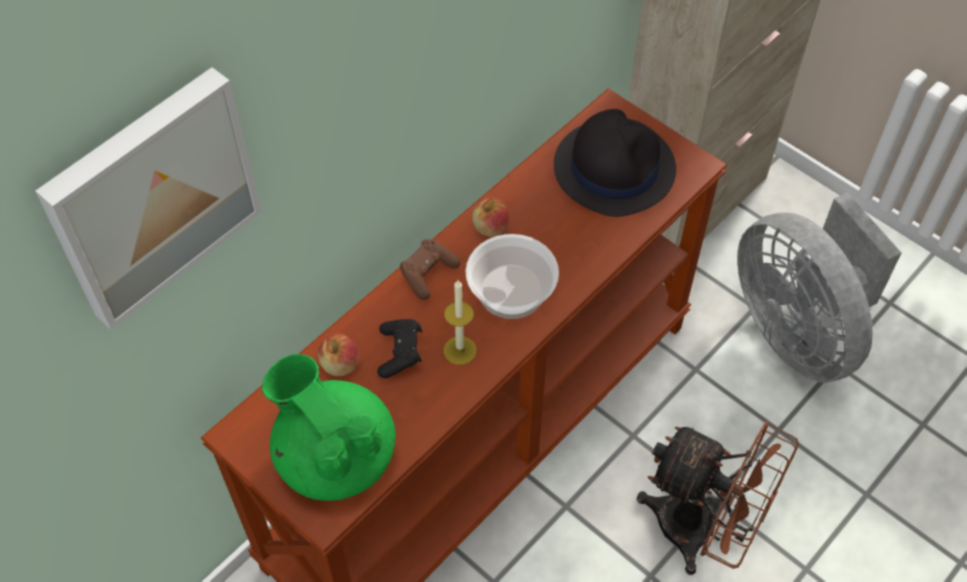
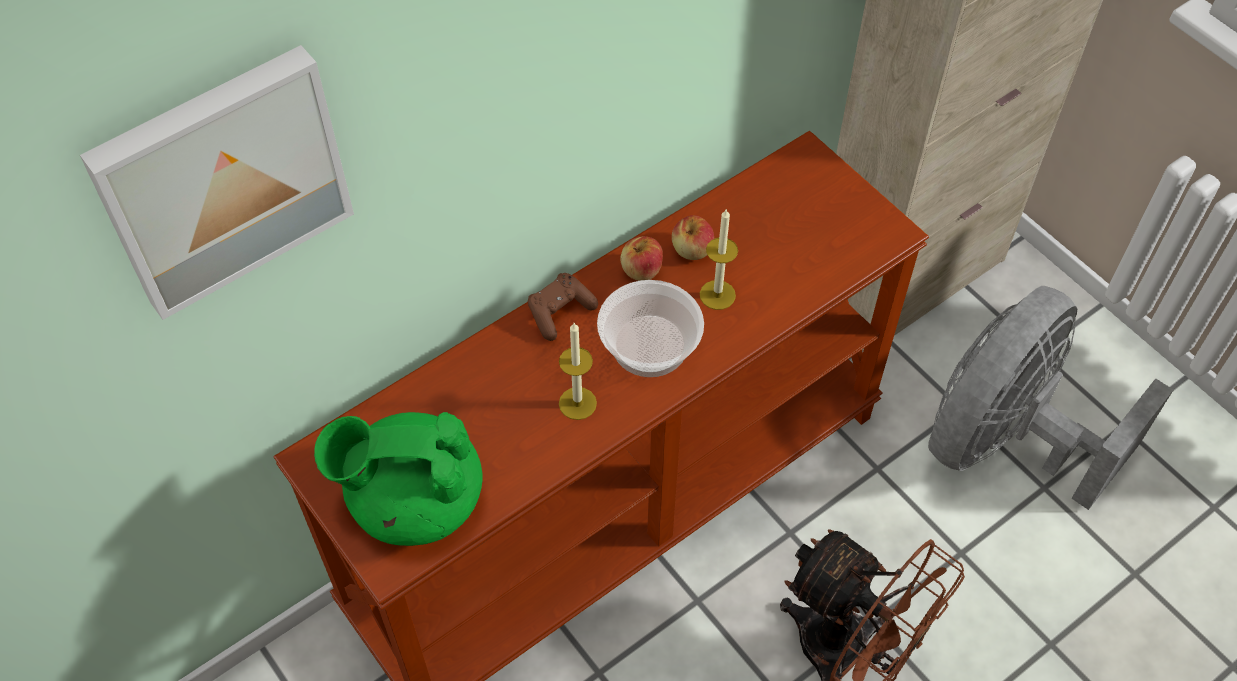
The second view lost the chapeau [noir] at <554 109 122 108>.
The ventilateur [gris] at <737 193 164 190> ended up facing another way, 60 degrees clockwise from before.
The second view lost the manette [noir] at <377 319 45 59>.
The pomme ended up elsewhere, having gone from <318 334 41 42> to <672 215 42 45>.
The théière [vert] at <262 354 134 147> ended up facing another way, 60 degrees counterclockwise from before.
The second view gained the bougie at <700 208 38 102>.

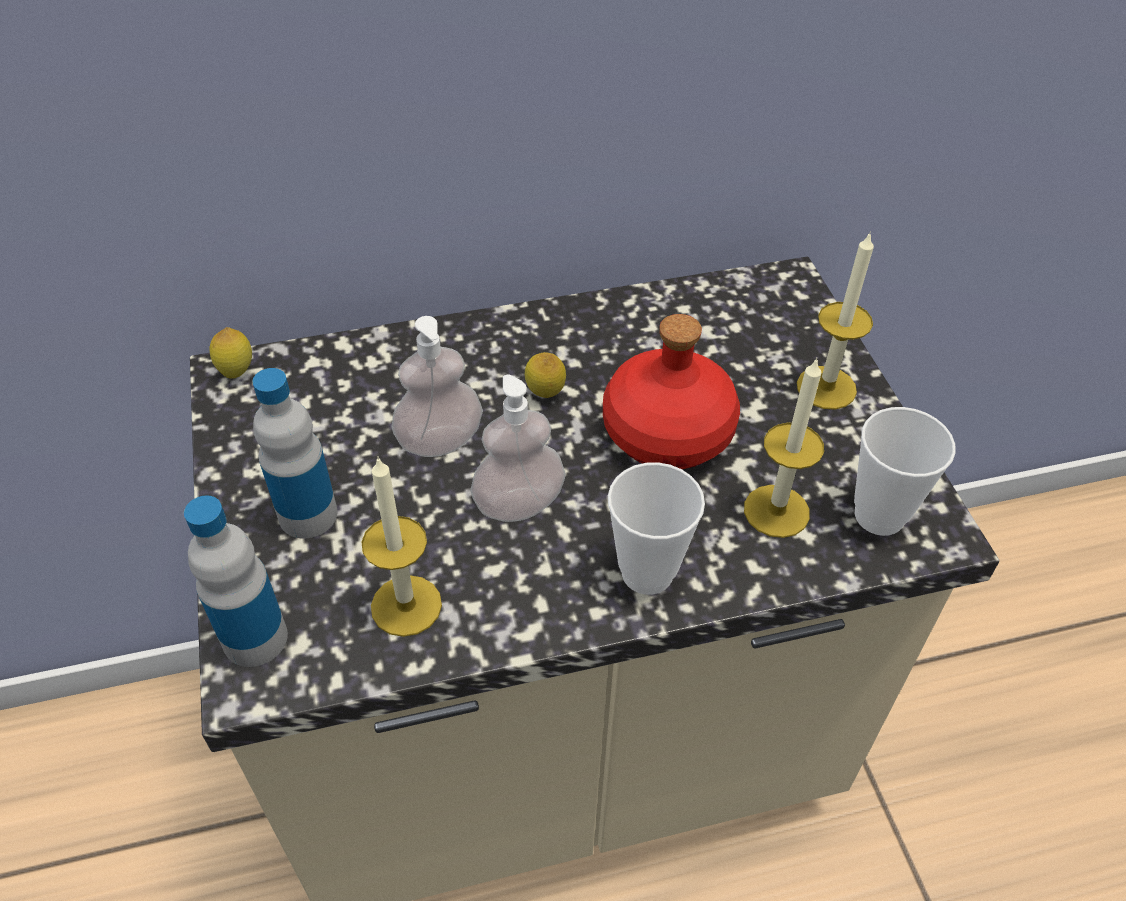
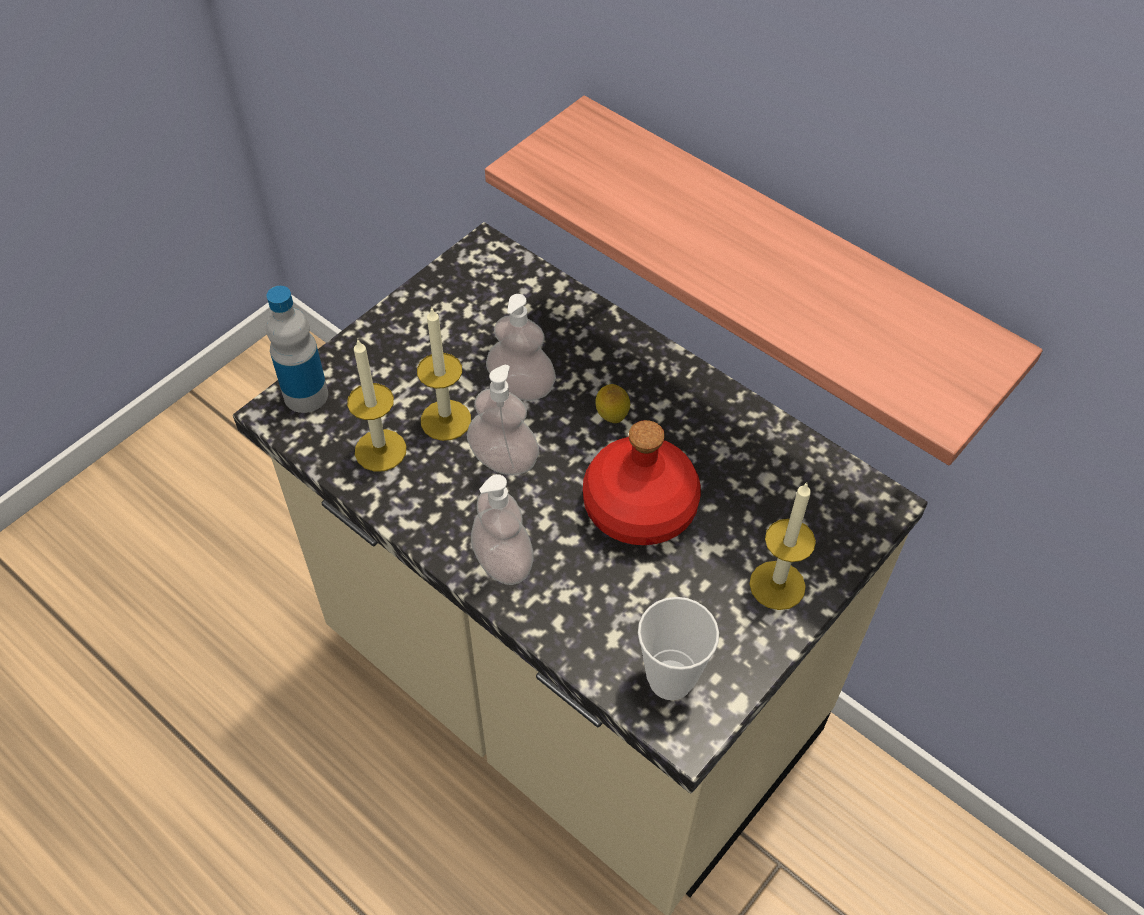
The second view lost the citron at <210 327 42 52>.
The bougie ended up elsewhere, having gone from <744 357 80 181> to <417 307 54 134>.
The second view lost the bouteille at <252 368 86 171>.
Where the tasse stood at <608 462 97 133>, the distributeur de savon came to stand at <471 474 63 111>.
The second view gained the étagère at <485 96 558 369>.

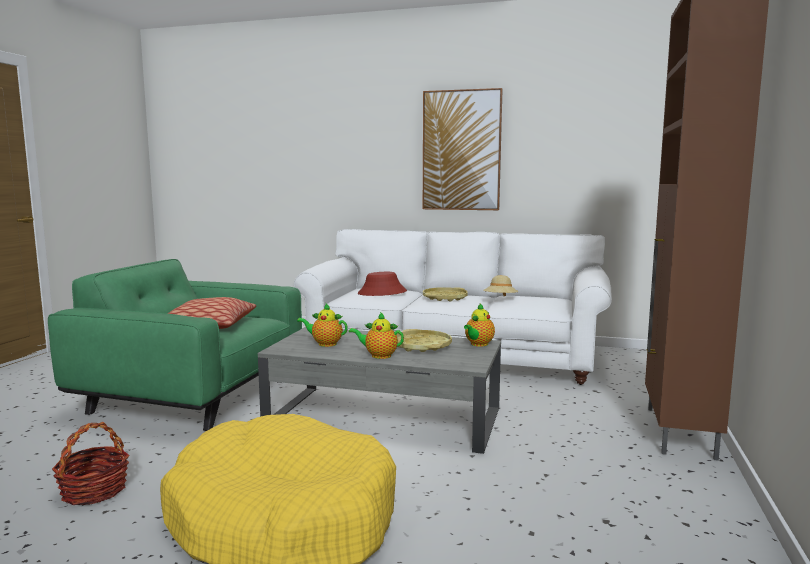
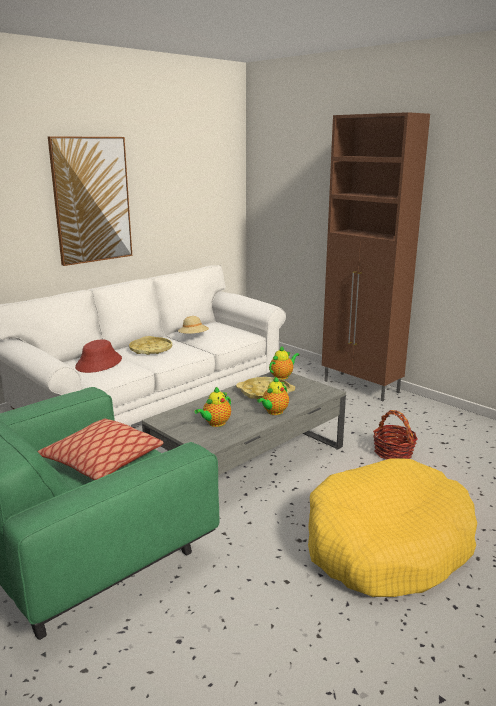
The théière at <464 303 31 44> ended up facing another way, 105 degrees counterclockwise from before.
The panier ended up elsewhere, having gone from <52 422 77 83> to <373 410 45 50>.

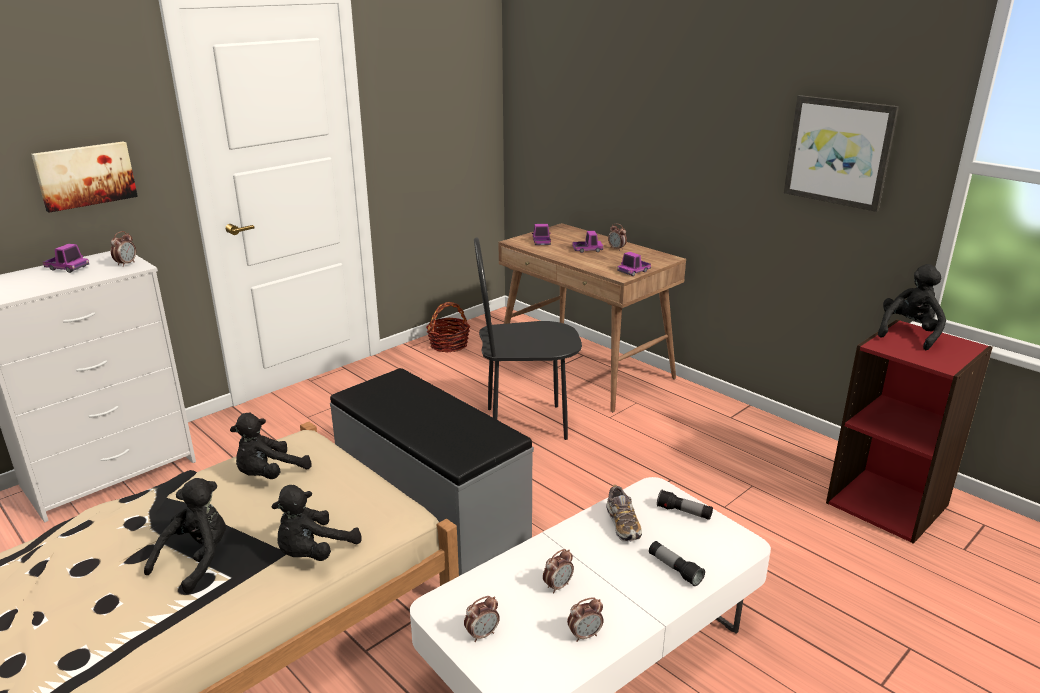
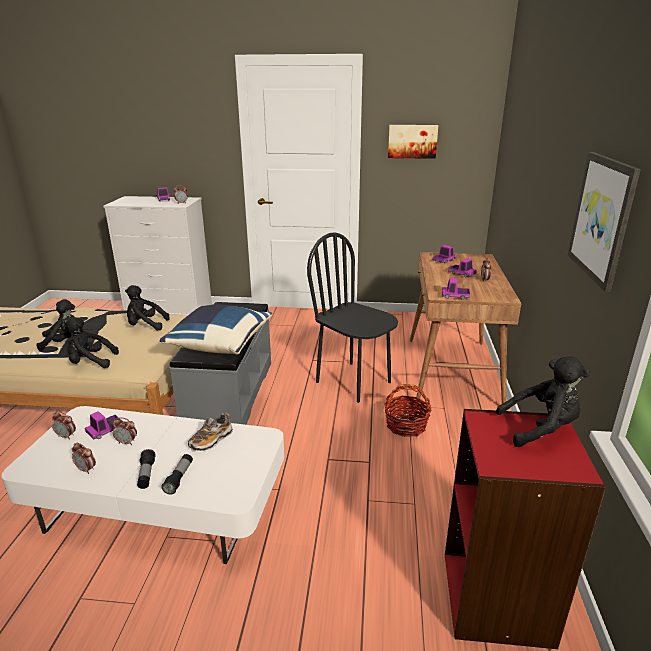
The tableau ended up elsewhere, having gone from <31 141 107 72> to <388 125 50 34>.
The panier ended up elsewhere, having gone from <426 302 44 50> to <384 384 48 53>.
The lampe de poche ended up elsewhere, having gone from <657 490 56 30> to <137 449 19 40>.
The second view gained the coussin [bleu] at <159 305 113 50>.
The second view gained the camion jouet at <85 411 38 29>.

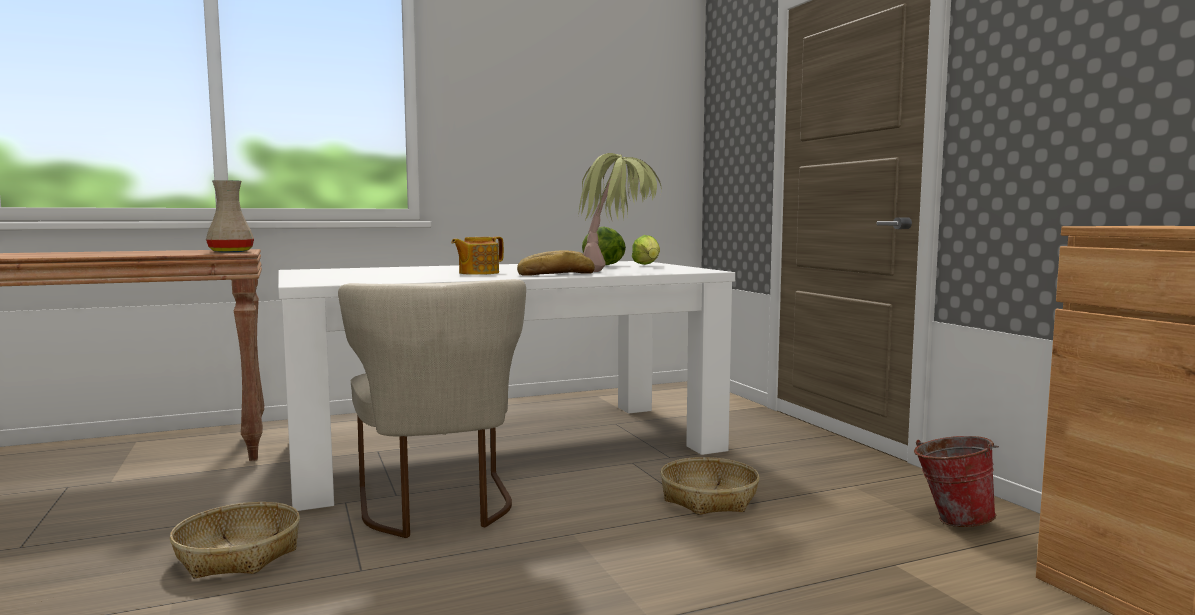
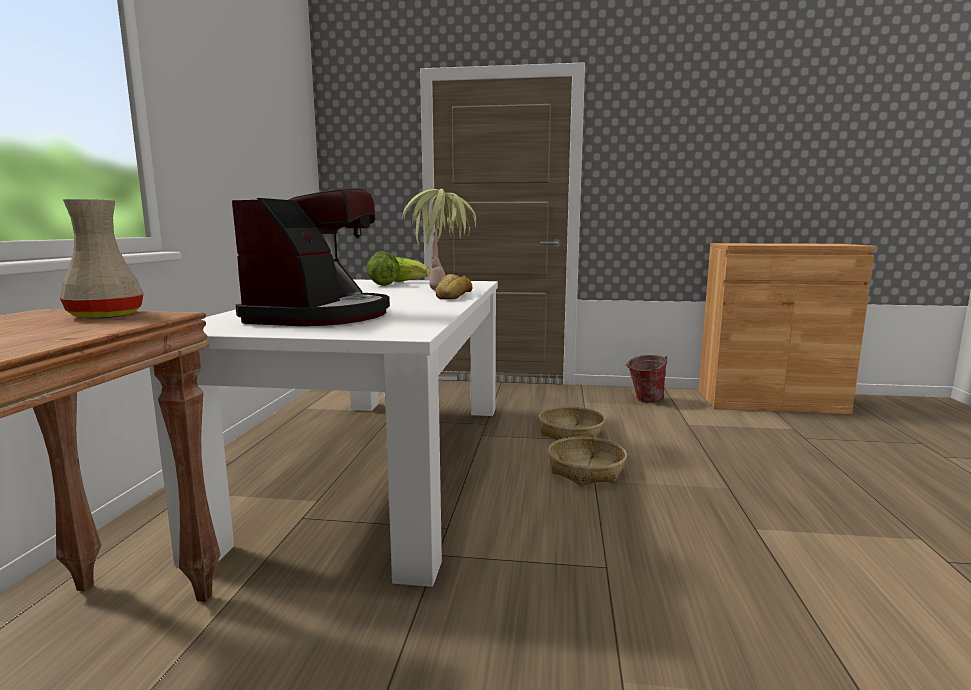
The second view lost the théière at <451 236 53 39>.
The second view lost the chaise [beige] at <338 279 188 259>.
The panier ended up elsewhere, having gone from <170 502 130 76> to <548 437 79 49>.
The second view gained the machine à café at <232 189 158 137>.

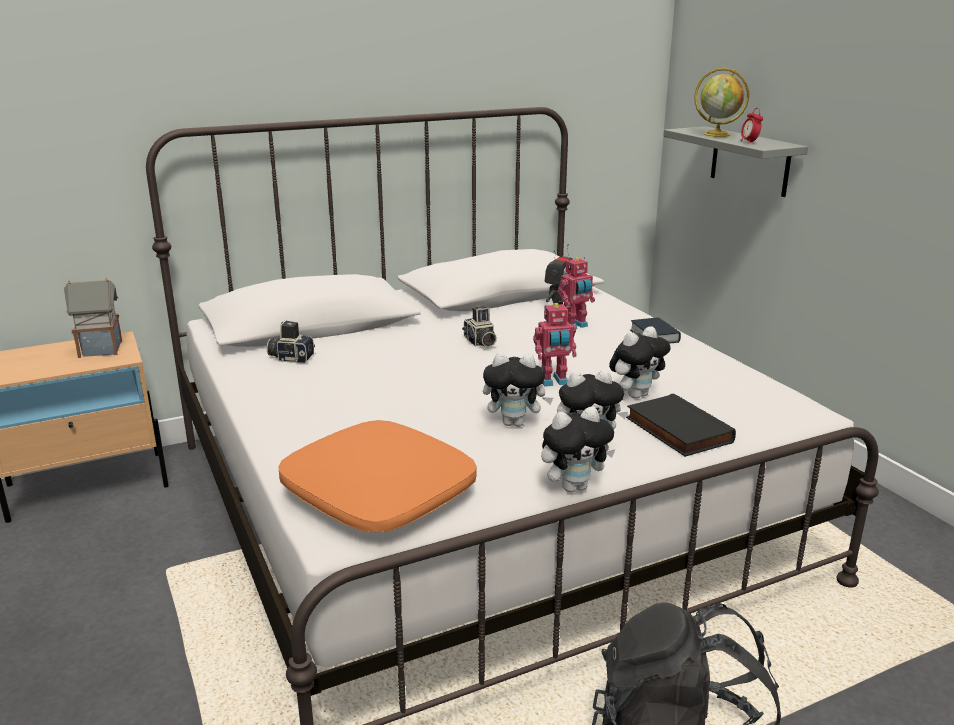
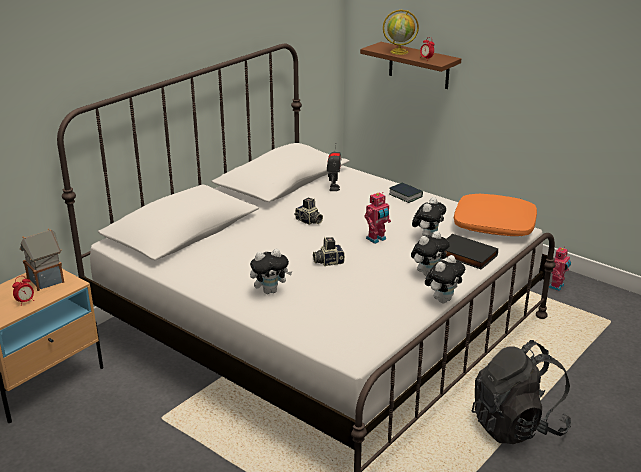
What was the étagère [gris] at <663 126 145 71> turned into the étagère [marron] at <360 42 101 47>.
The robot jouet ended up elsewhere, having gone from <558 257 37 72> to <549 247 22 44>.
The appareil photo ended up elsewhere, having gone from <267 320 48 43> to <313 237 32 29>.
The peluche ended up elsewhere, having gone from <483 353 70 74> to <250 249 42 45>.
The coussin [orange] ended up elsewhere, having gone from <278 420 199 112> to <454 194 83 42>.
The second view gained the réveil at <12 276 22 30>.

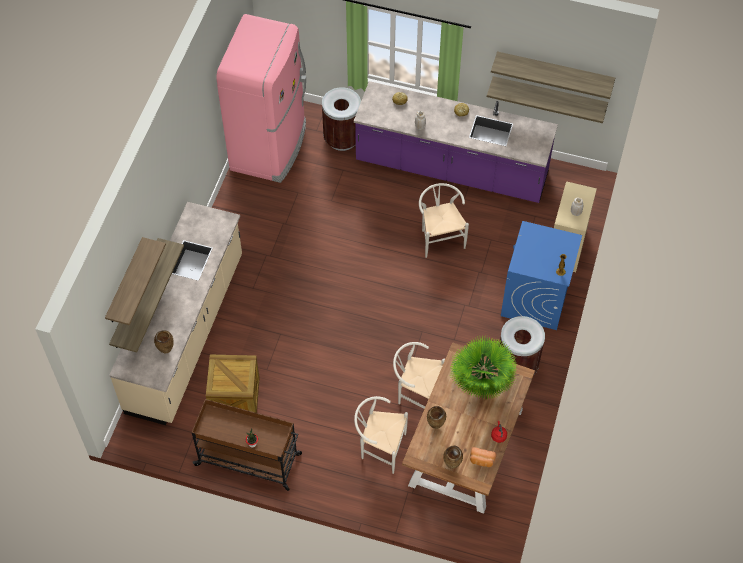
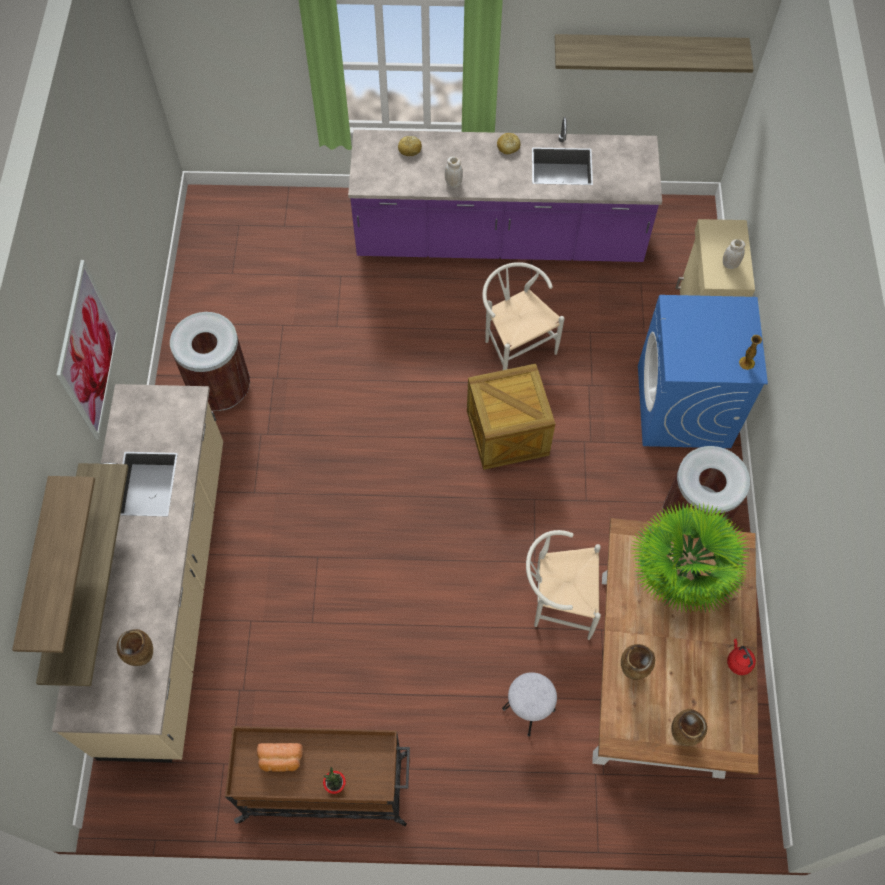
The second view lost the réfrigérateur [rose] at <216 14 90 169>.
The second view lost the étagère at <487 76 121 47>.
The poubelle [marron] ended up elsewhere, having gone from <322 87 39 64> to <170 312 80 99>.
The caisse ended up elsewhere, having gone from <206 355 54 58> to <467 364 88 106>.
Where the chaise [blanc] stood at <354 396 54 78>, the tabouret [gris] came to stand at <502 672 55 64>.
The pain ended up elsewhere, having gone from <470 447 27 20> to <257 743 46 29>.
The second view gained the tableau at <56 260 63 179>.

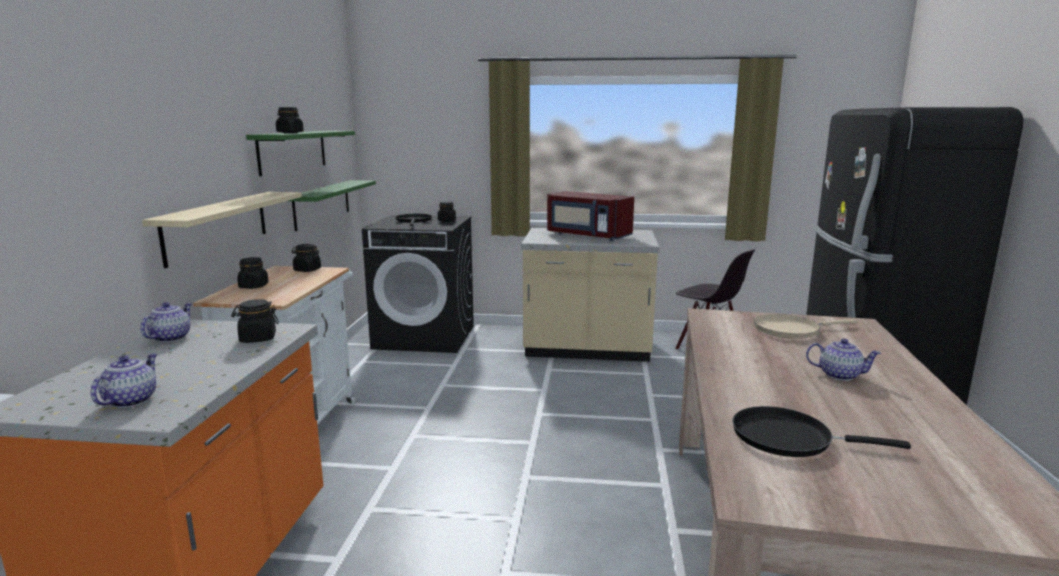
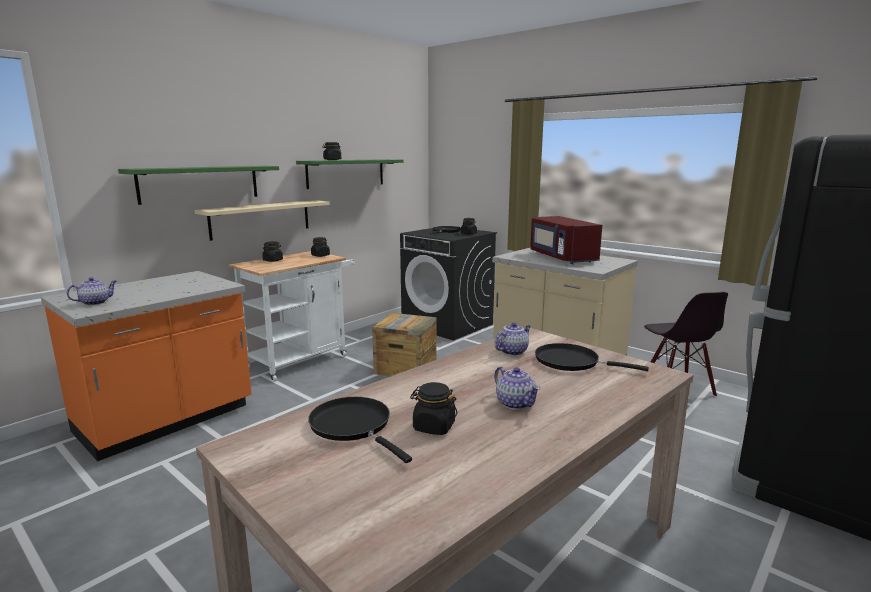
The étagère [vert] ended up elsewhere, having gone from <289 180 87 51> to <118 166 161 39>.
The bocal [noir] ended up elsewhere, having gone from <231 299 48 44> to <410 382 48 53>.
The théière ended up elsewhere, having gone from <140 302 51 40> to <494 322 37 34>.
What was the poêle [beige] at <754 314 103 25> turned into the poêle [noir] at <535 343 114 28>.
The second view gained the caisse at <372 313 64 63>.

